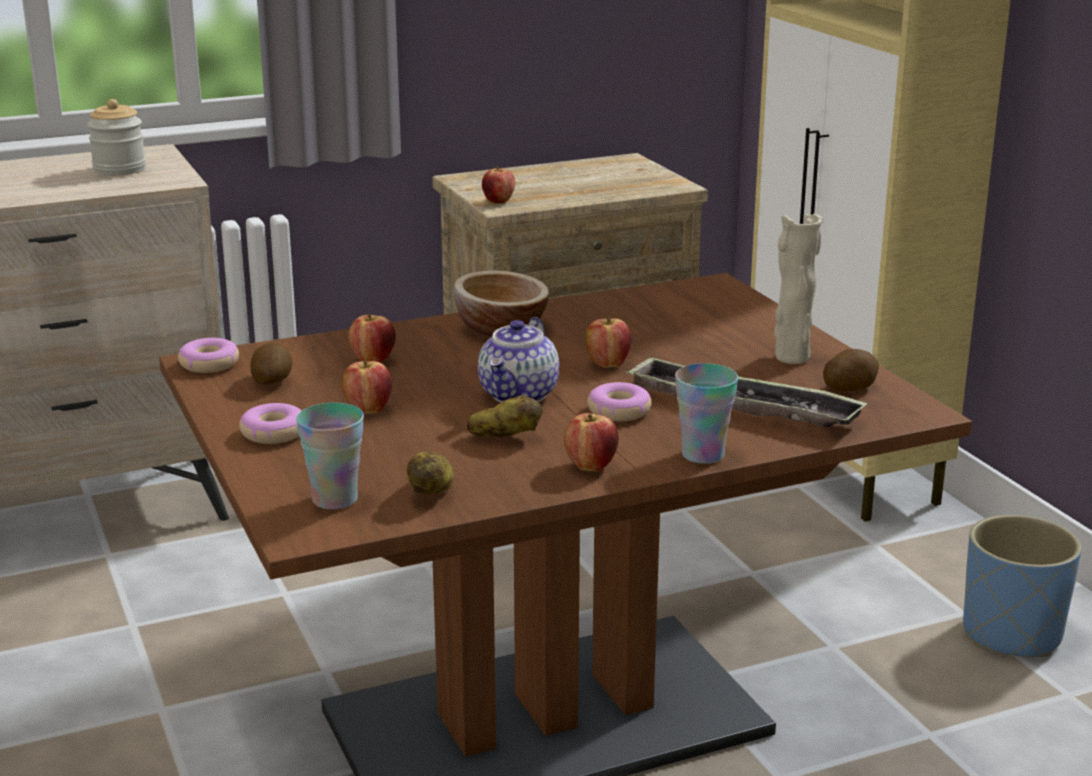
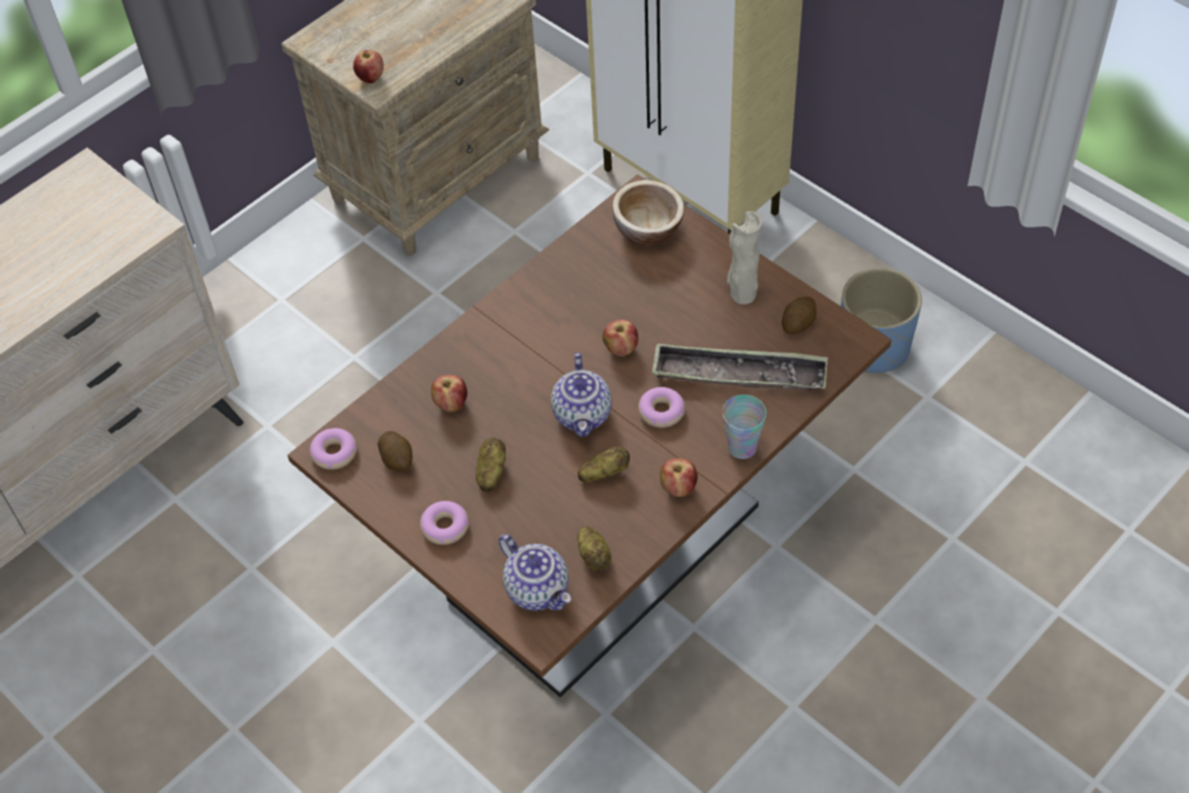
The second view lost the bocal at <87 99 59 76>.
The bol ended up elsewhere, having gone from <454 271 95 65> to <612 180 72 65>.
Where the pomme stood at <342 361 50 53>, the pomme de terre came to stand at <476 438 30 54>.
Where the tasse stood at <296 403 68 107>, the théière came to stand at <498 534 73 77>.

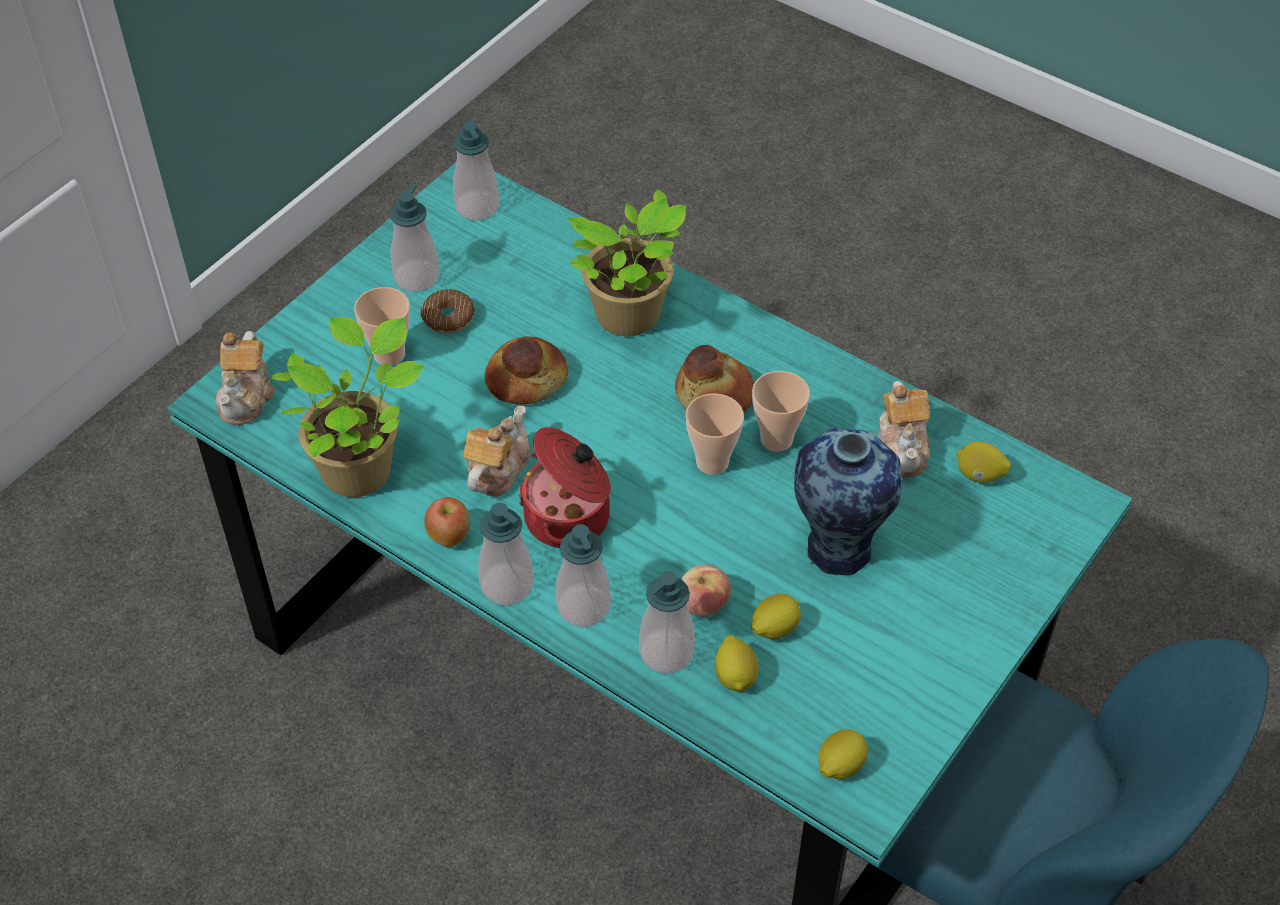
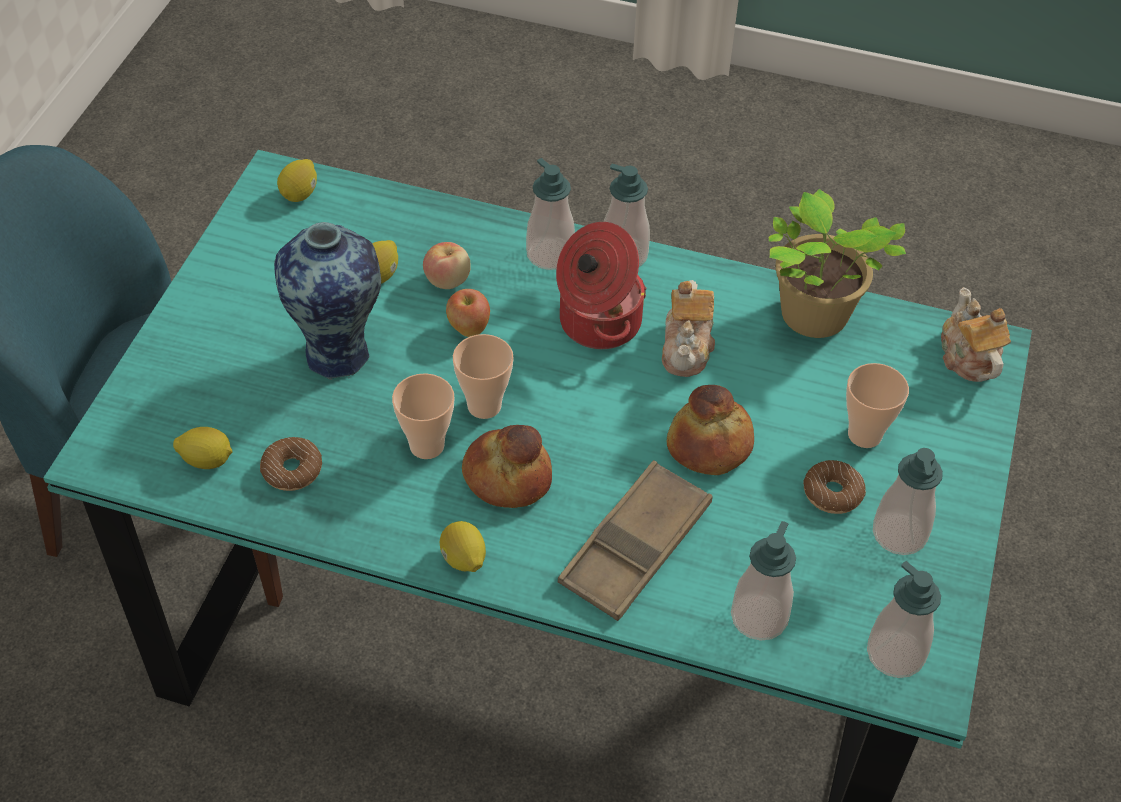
Where the plante en pot stood at <568 189 119 147>, the plateau [marron] came to stand at <558 460 155 161>.
Where the théière stood at <878 381 52 97>, the beignet came to stand at <260 437 62 54>.
The pomme ended up elsewhere, having gone from <424 497 46 50> to <446 289 44 48>.
The distributeur de savon ended up elsewhere, having gone from <639 571 56 103> to <731 521 65 120>.
The citron ended up elsewhere, having gone from <715 635 44 56> to <440 521 46 51>.

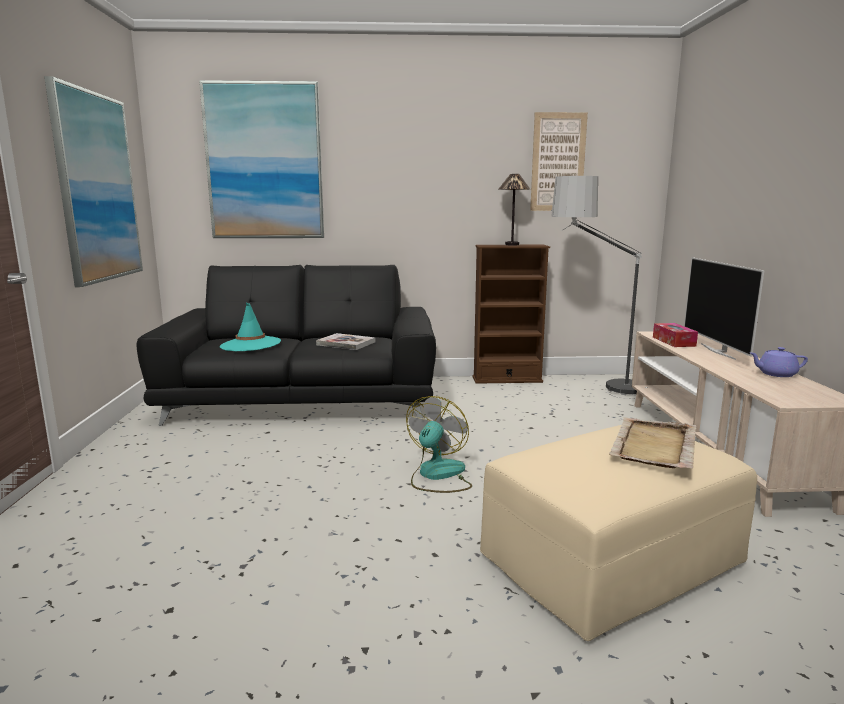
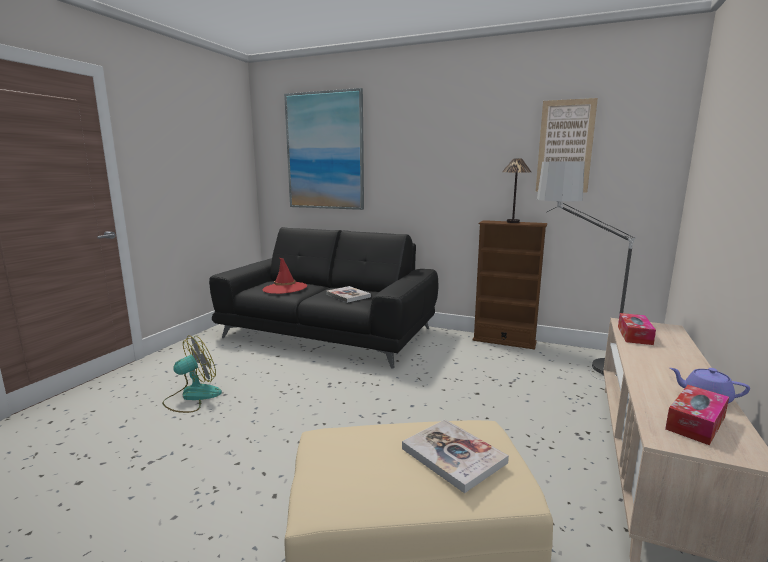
The second view lost the tableau at <44 76 99 211>.
The second view lost the téléviseur at <684 257 81 103>.
What was the chapeau [turquoise] at <220 303 61 48> turned into the chapeau [rouge] at <263 258 44 36>.
The ventilateur ended up elsewhere, having gone from <406 396 66 97> to <162 336 60 77>.
Where the plateau [beige] stood at <609 417 87 52>, the livre came to stand at <402 419 107 74>.
The second view gained the boîte à mouchoirs at <665 385 64 60>.

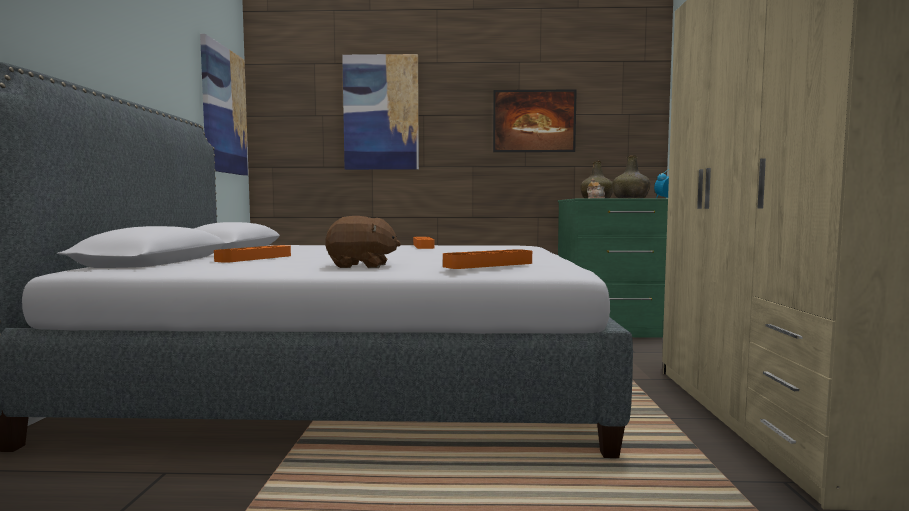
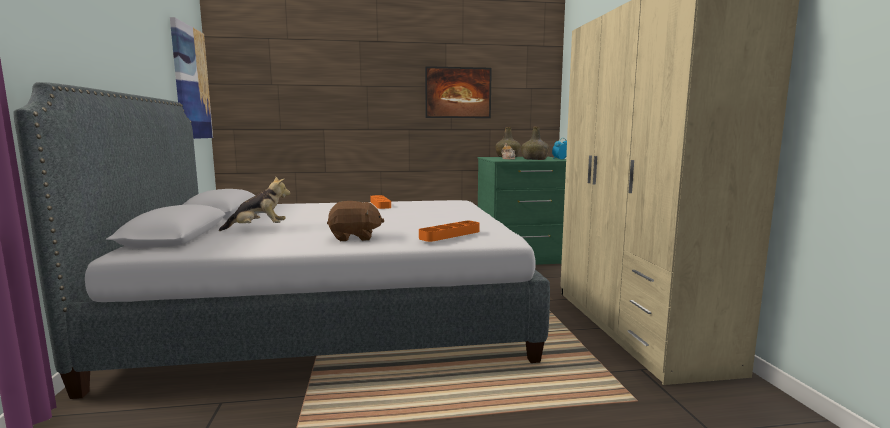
The second view lost the tableau at <342 54 77 116>.
Where the plateau [orange] stood at <214 245 77 18>, the peluche came to stand at <219 176 71 55>.

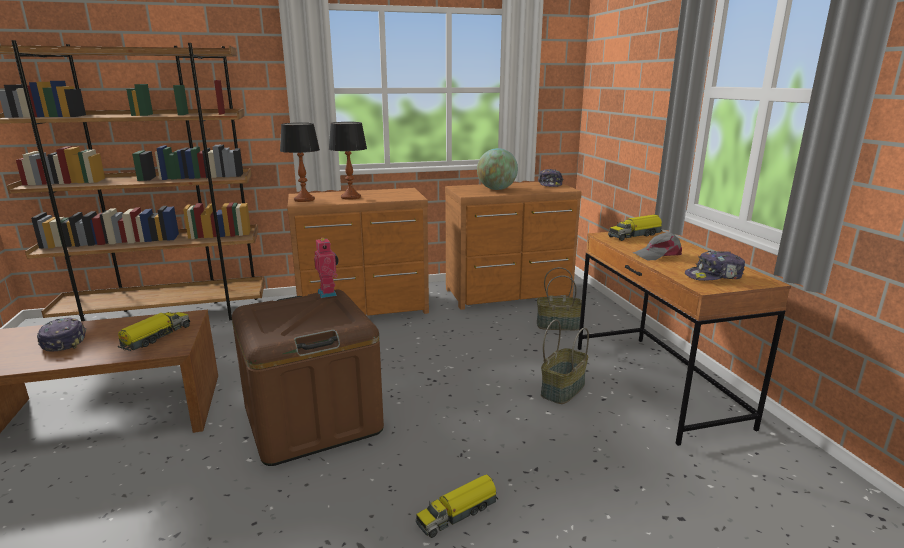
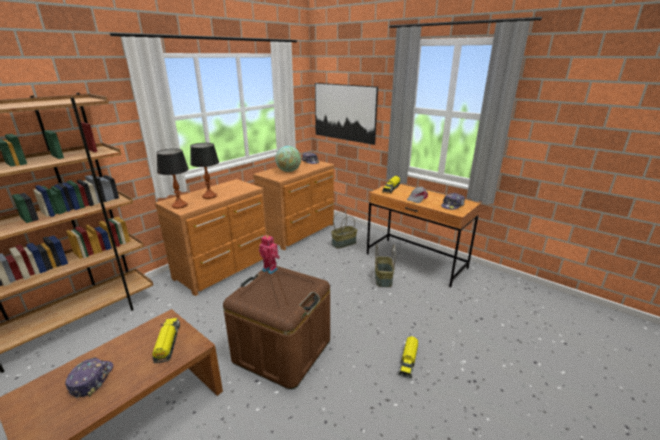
The casquette at <37 318 49 33> ended up facing another way, 60 degrees clockwise from before.
The second view gained the tableau at <315 83 63 62>.

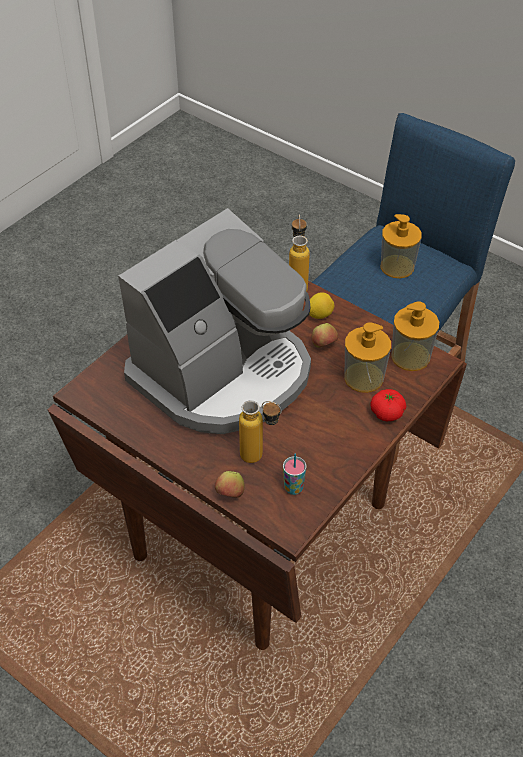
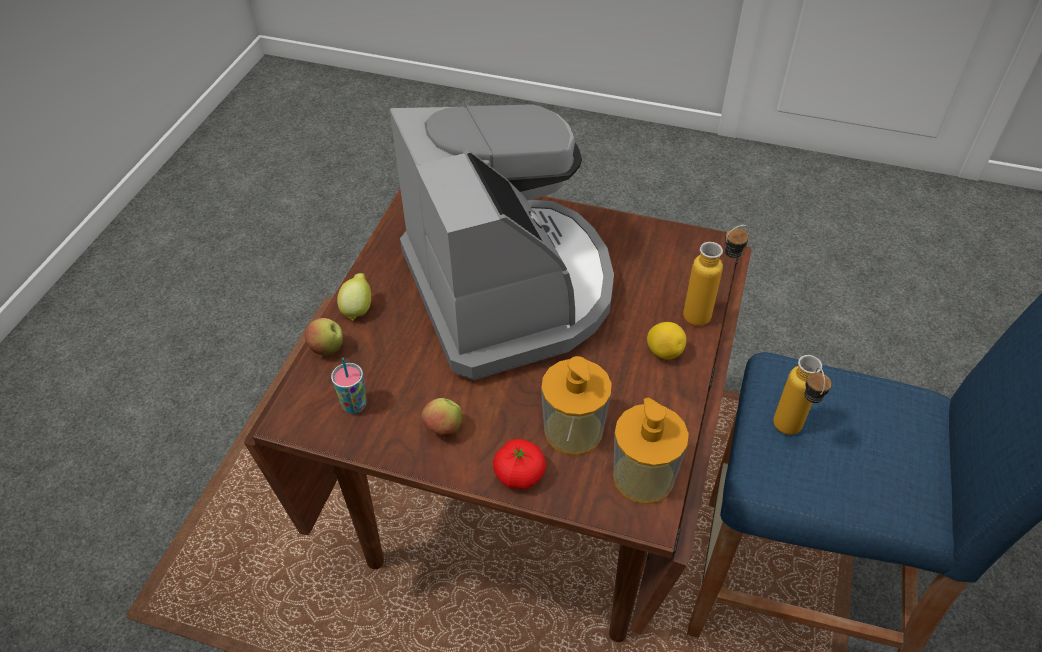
The machine à café at <118 208 193 226> ended up facing another way, 135 degrees counterclockwise from before.
The second view lost the distributeur de savon at <381 214 41 64>.
The pomme ended up elsewhere, having gone from <312 323 26 25> to <422 398 40 39>.
The bouteille ended up elsewhere, having gone from <239 400 43 63> to <773 355 59 80>.
The second view gained the citron at <337 273 34 48>.

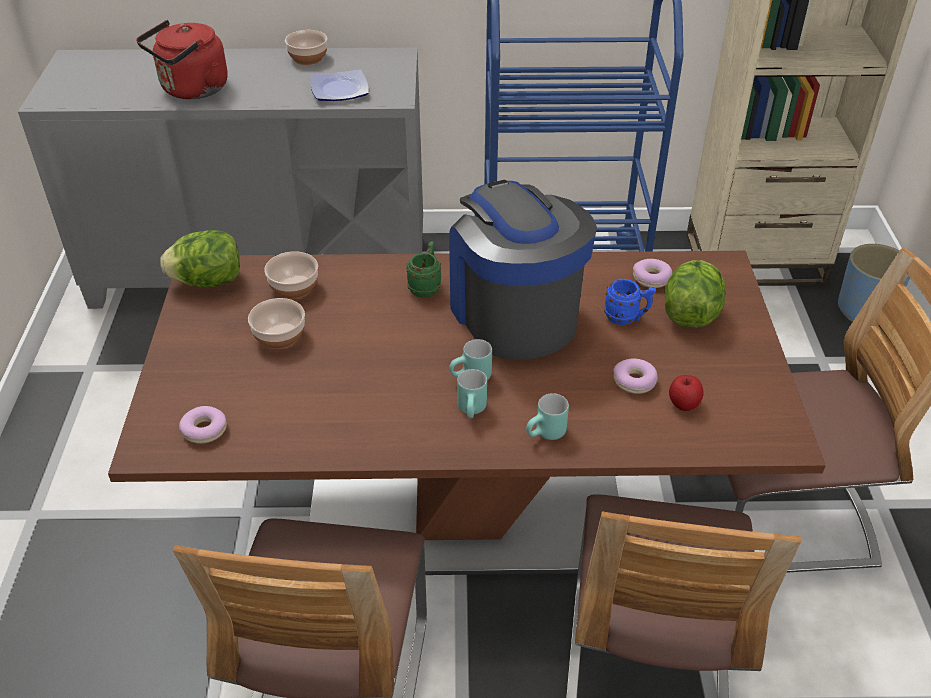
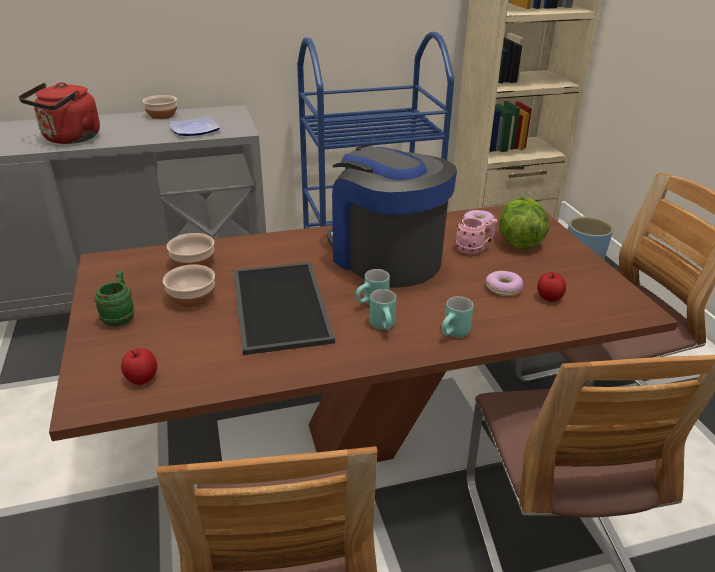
The second view lost the laitue at <160 230 80 58>.
The mug [vert] ended up elsewhere, having gone from <406 241 35 57> to <95 270 39 57>.
What was the mug [bleu] at <604 279 52 46> turned into the mug [rose] at <456 217 42 37>.
Where the beignet stood at <179 406 48 38>, the pomme came to stand at <121 348 36 37>.
The second view gained the plateau at <233 262 102 93>.

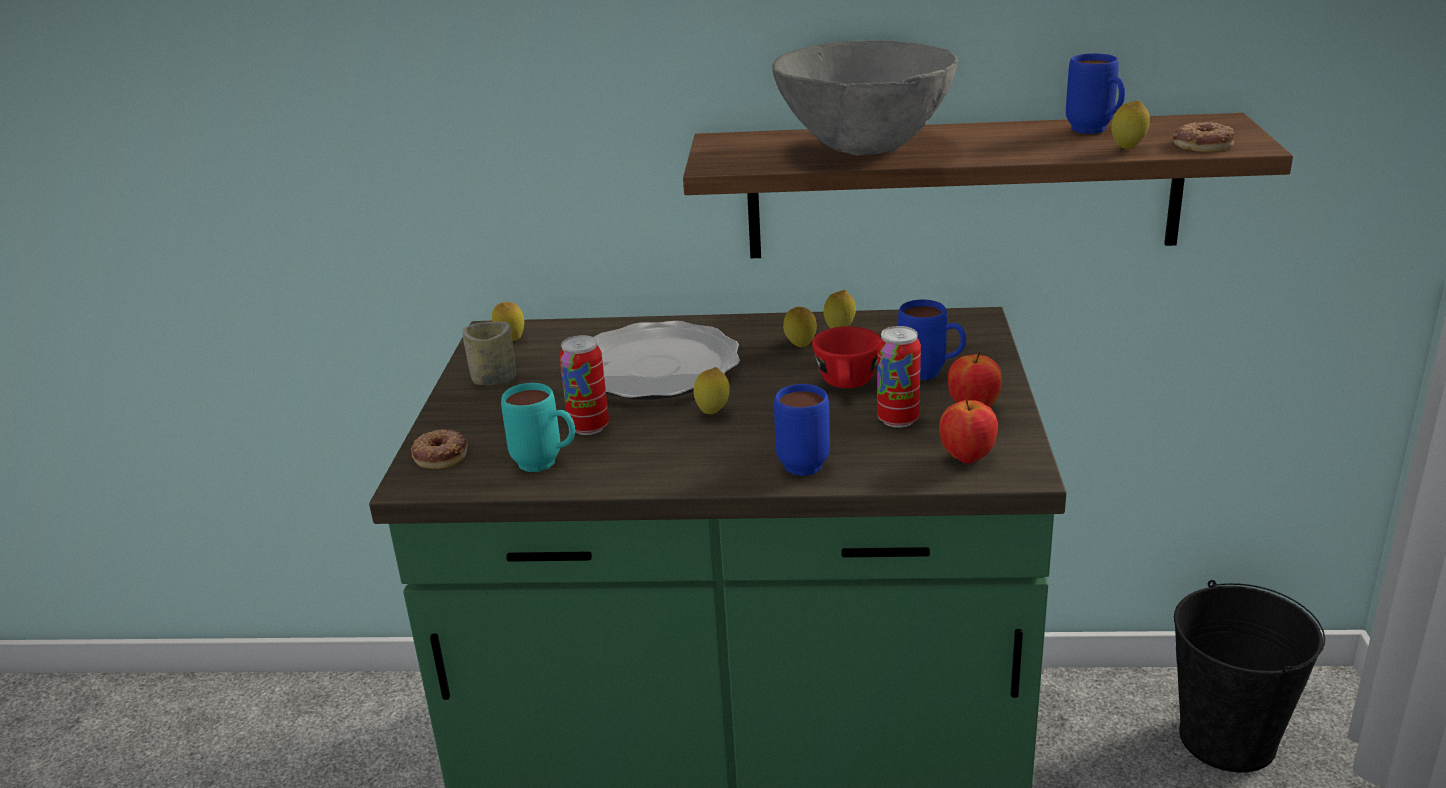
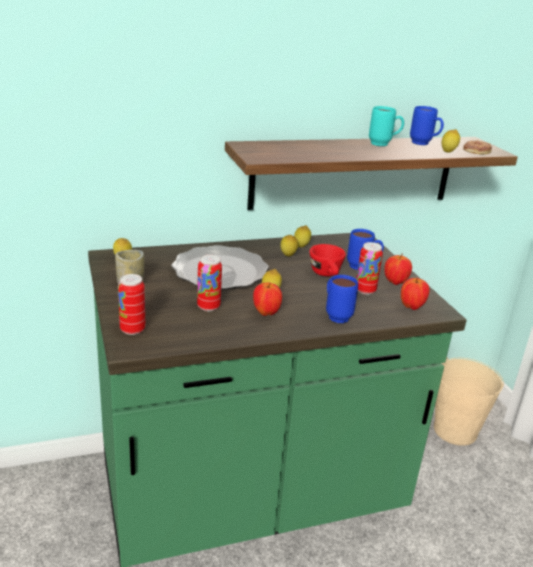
The second view lost the bol [gris] at <772 40 186 116>.
The mug [turquoise] ended up elsewhere, having gone from <501 383 74 89> to <369 106 35 40>.
Where the beignet stood at <411 430 57 39>, the boîte métallique came to stand at <118 274 28 61>.
What was the seau [noir] at <1174 580 151 192> turned into the seau [beige] at <434 358 70 88>.
The second view gained the pomme at <253 282 29 34>.

